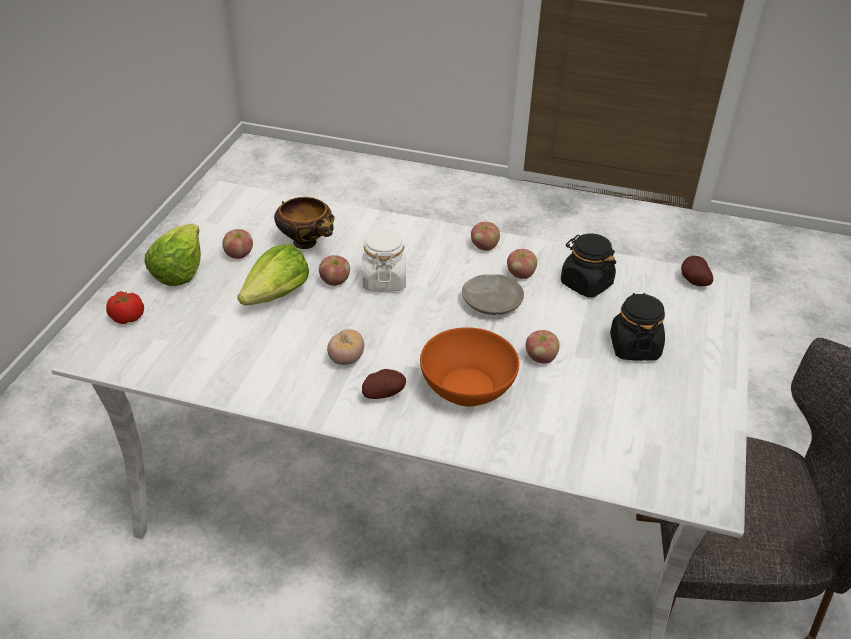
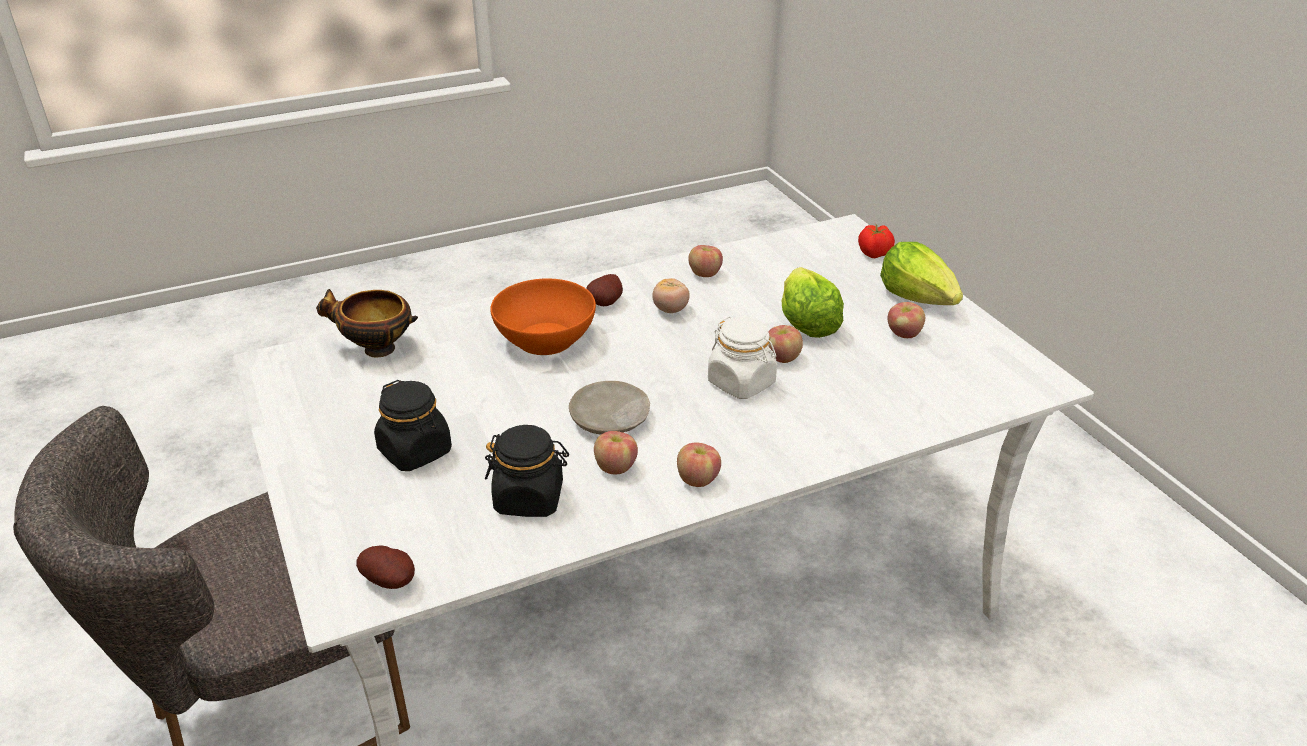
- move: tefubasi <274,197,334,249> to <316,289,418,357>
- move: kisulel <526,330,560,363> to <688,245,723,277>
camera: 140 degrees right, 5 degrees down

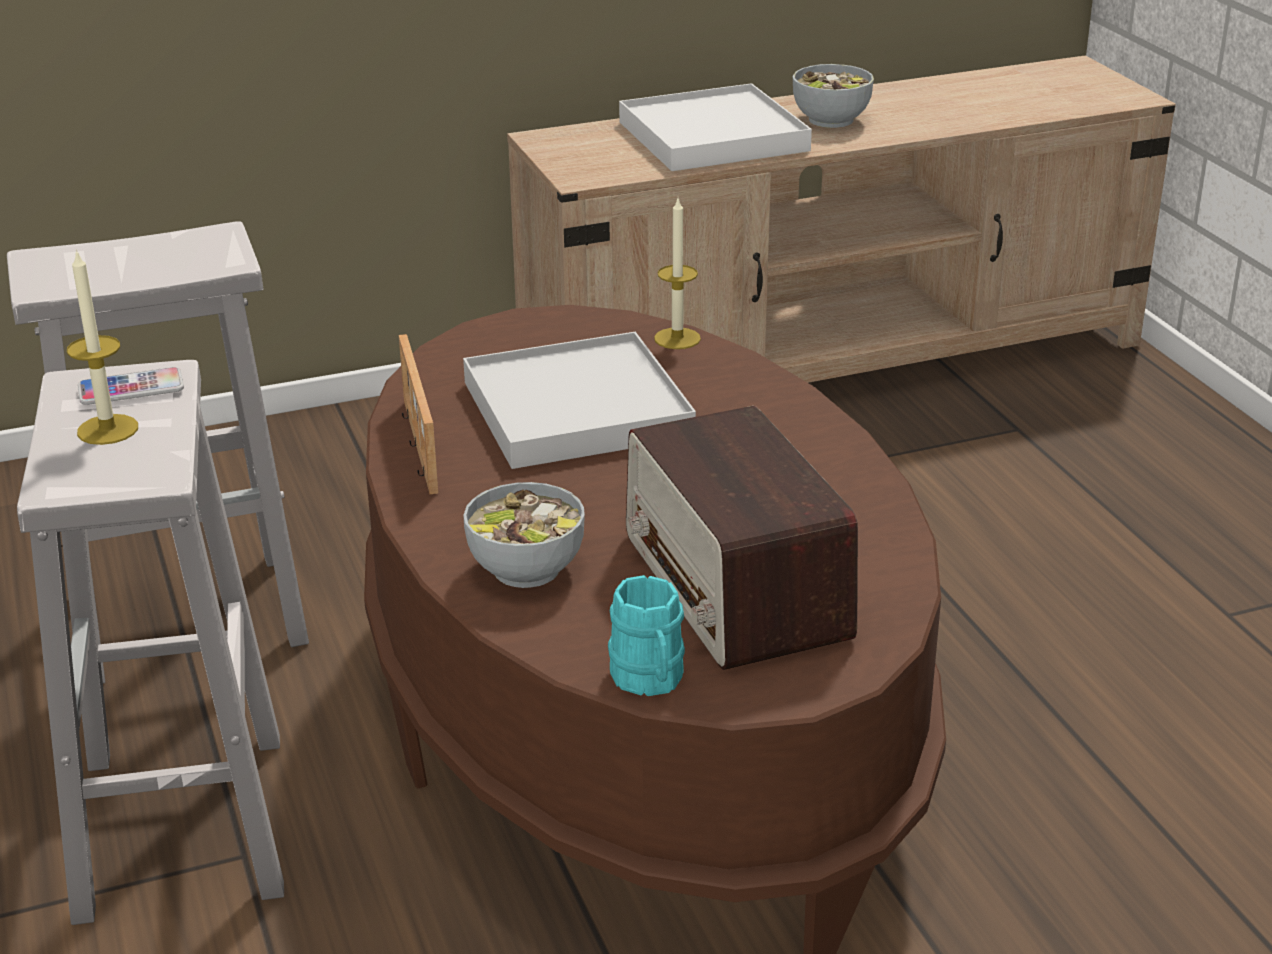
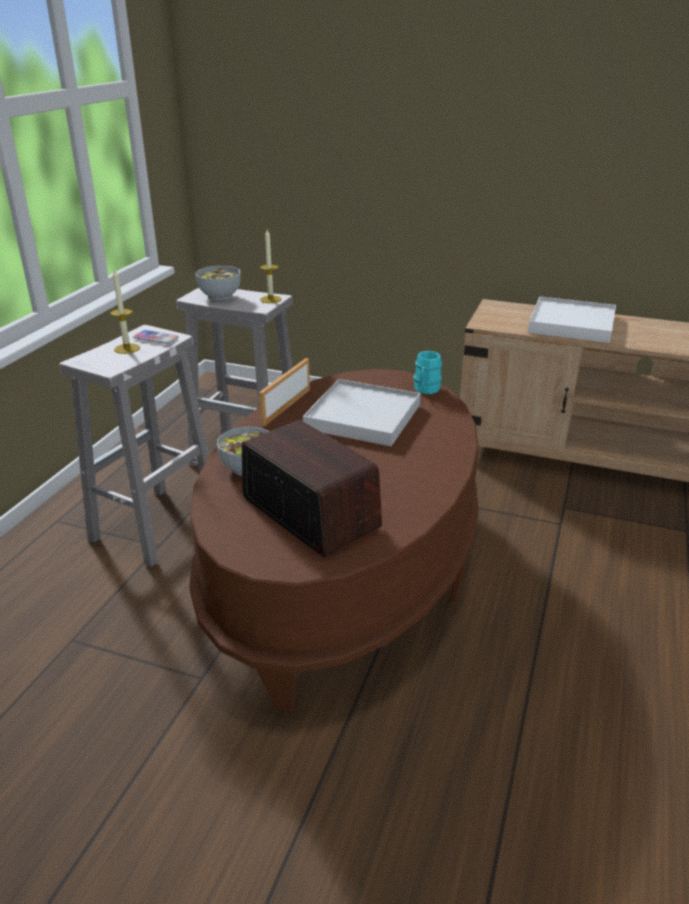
- move: tefubasi <793,64,874,128> to <196,266,241,300>
- move: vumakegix <654,199,701,349> to <260,230,282,303>
- rotate: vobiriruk <626,406,858,670> = <242,420,382,557> 120 degrees clockwise
- move: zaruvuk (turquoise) <608,575,685,696> to <413,351,442,394>
camera: 40 degrees right, 0 degrees up

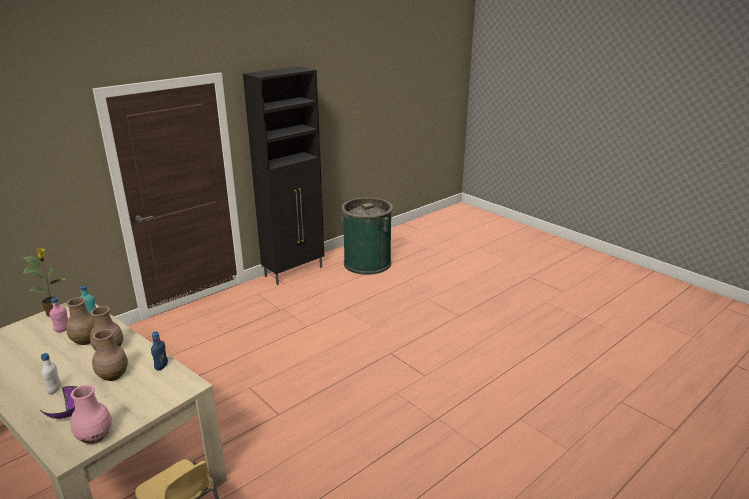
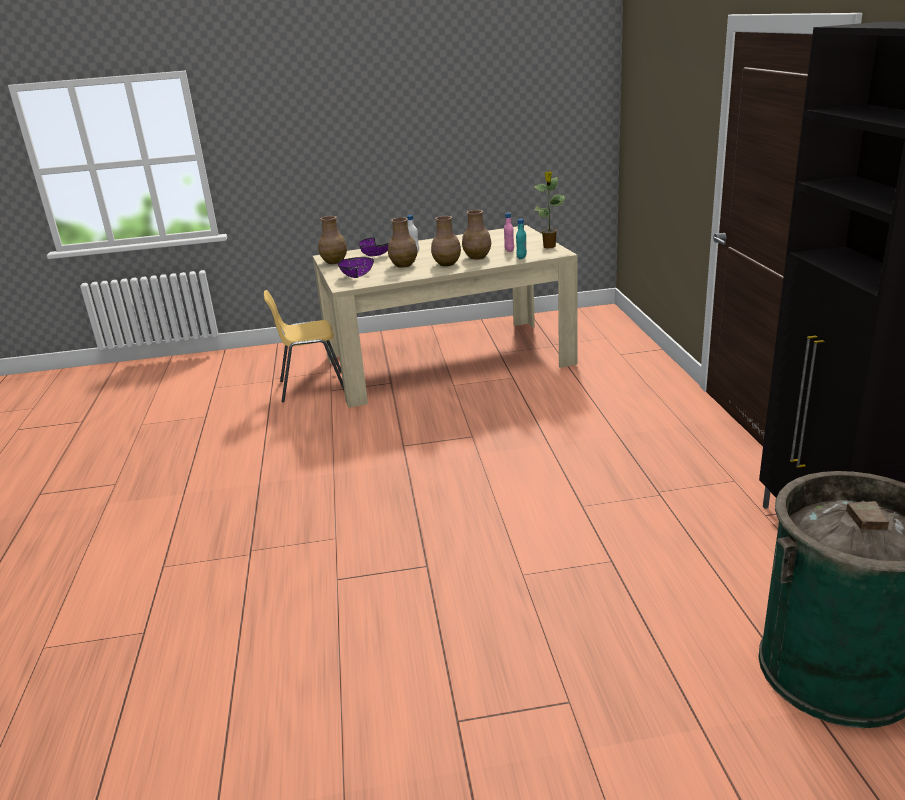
- delete: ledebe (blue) <151,331,168,371>
- recolor: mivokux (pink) <70,385,112,444> to mivokux (brown) <318,216,347,264>
- insert: tefubasi (purple) <338,257,374,278>
camera: 125 degrees right, 0 degrees up

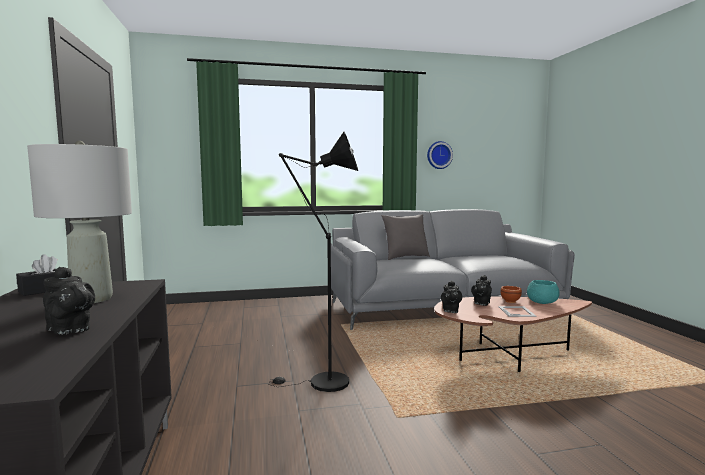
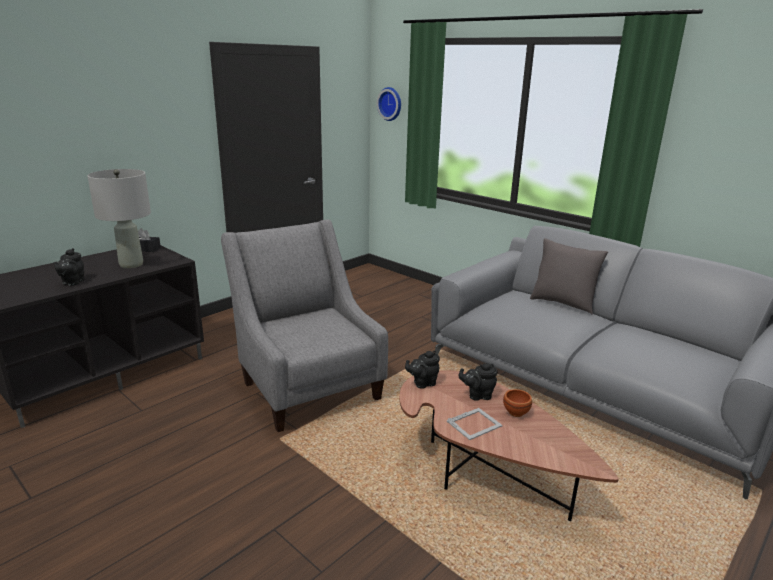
- replace: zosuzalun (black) <268,132,358,392> to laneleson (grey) <221,219,388,432>
- move: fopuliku <427,141,453,169> to <377,87,401,121>
- delete: tefubasi (turquoise) <527,280,560,304>
camera: 55 degrees right, 15 degrees up

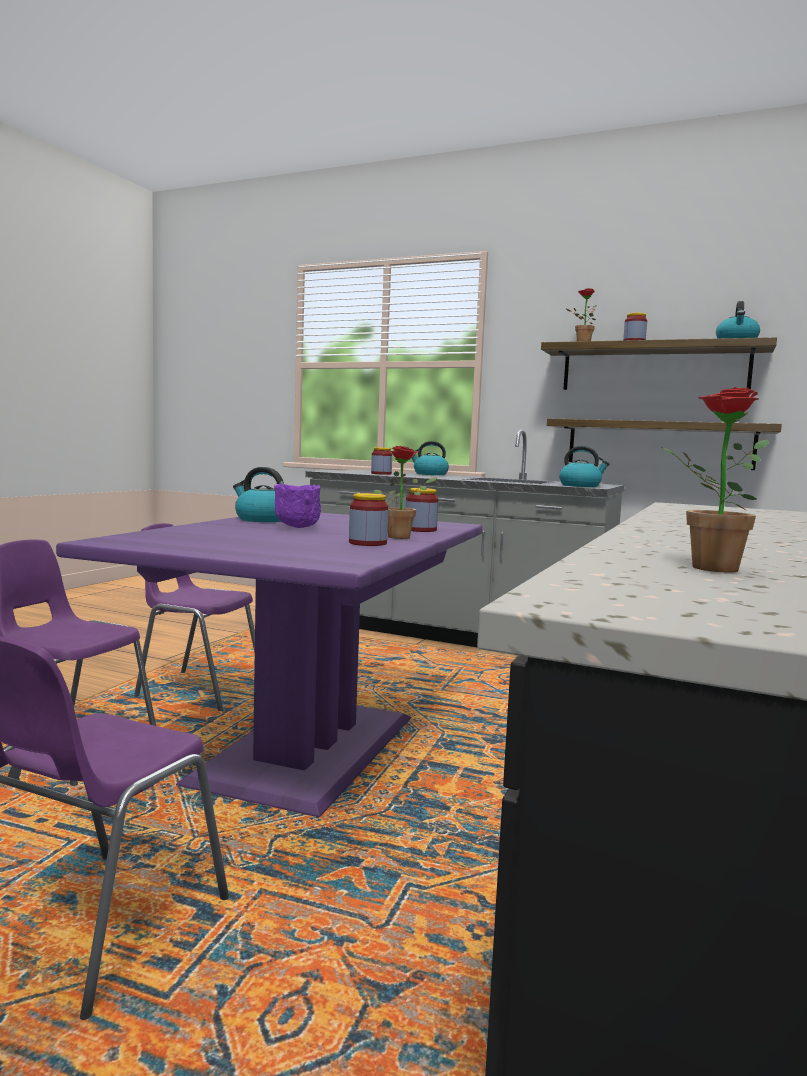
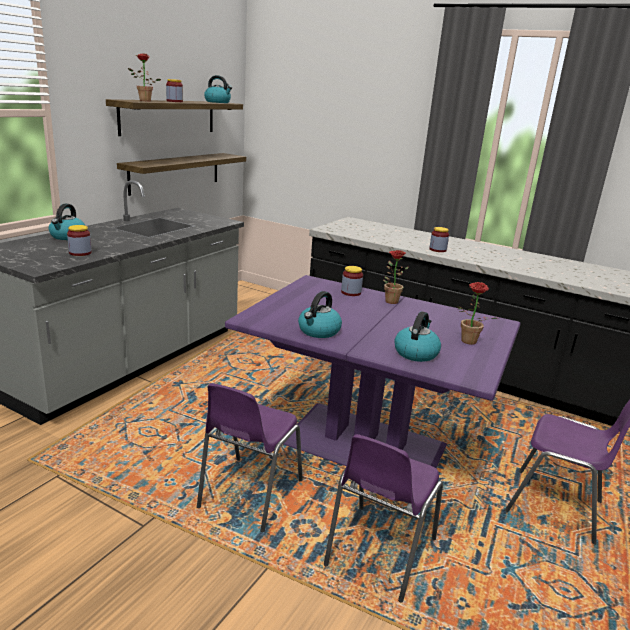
- move: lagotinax <661,387,769,573> to <457,282,497,345>
- move: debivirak <559,446,610,487> to <394,311,441,362>
- delete: tefubasi (purple) <274,484,321,528>
- move: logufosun <349,493,388,546> to <429,227,449,252>
camera: 85 degrees left, 15 degrees up

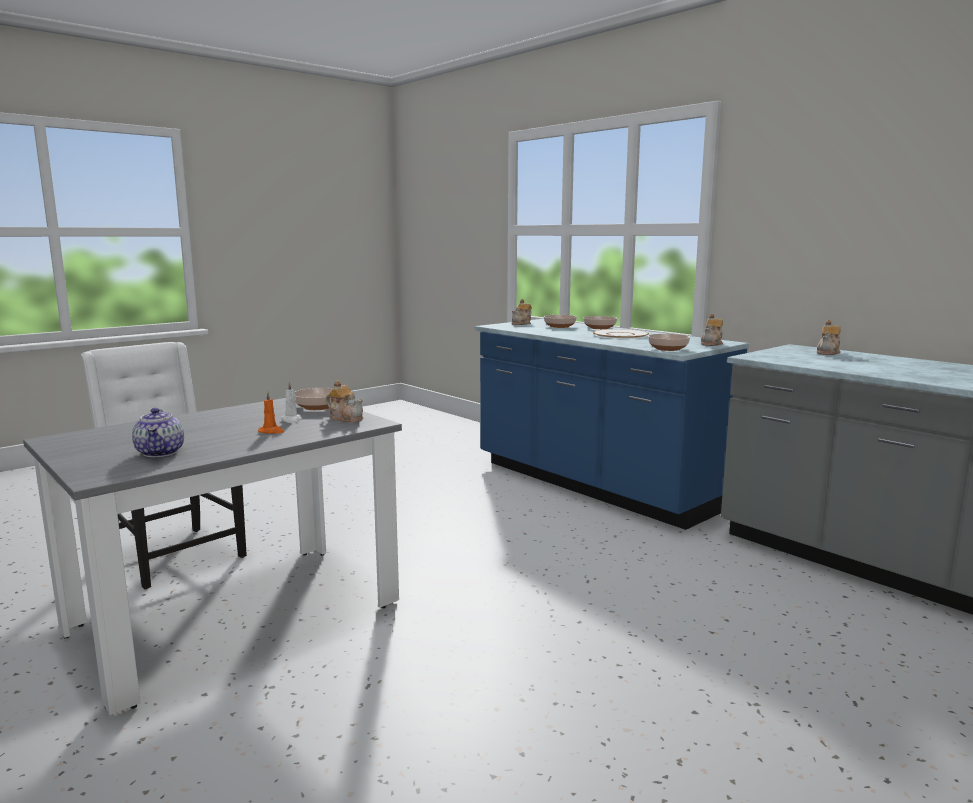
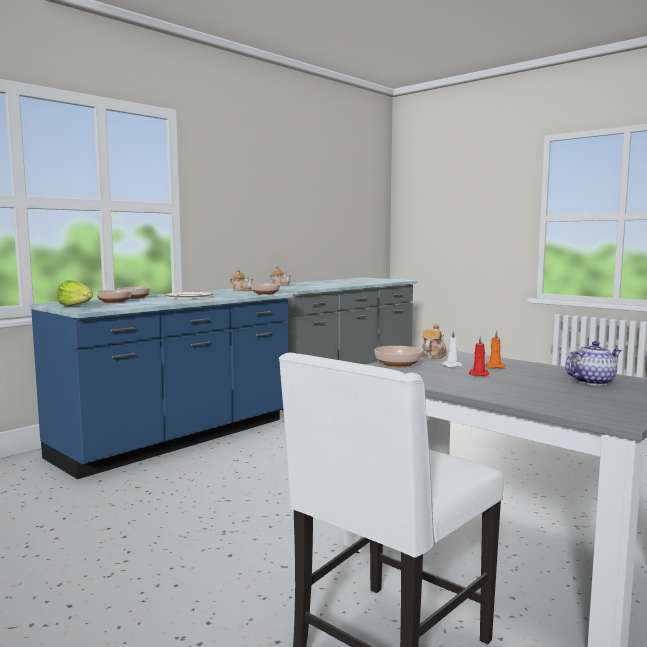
- replace: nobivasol <512,299,532,325> to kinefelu <57,280,93,306>
- insert: vumakegix (red) <469,336,489,376>
camera: 95 degrees left, 5 degrees down

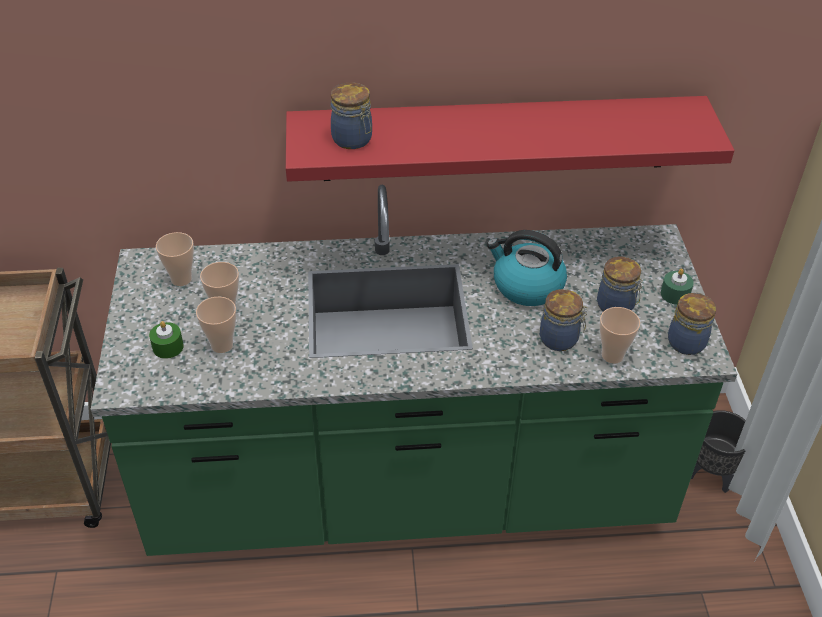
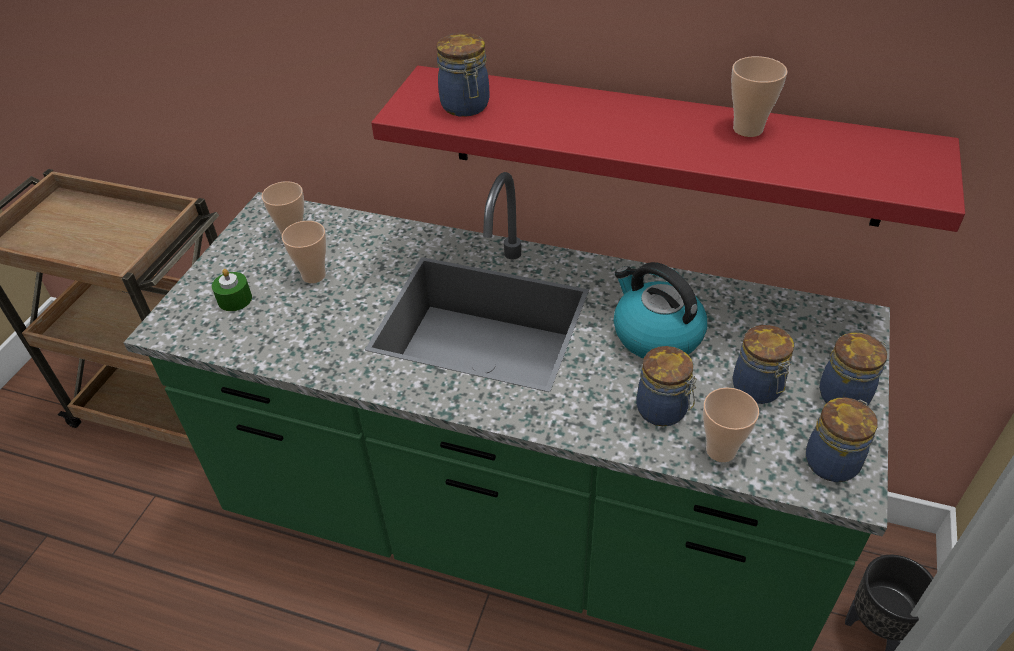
- replace: vumakegix (green) <661,269,694,305> to logufosun <819,333,887,406>
- move: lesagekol <196,297,236,353> to <731,56,788,137>
camera: 25 degrees right, 0 degrees up

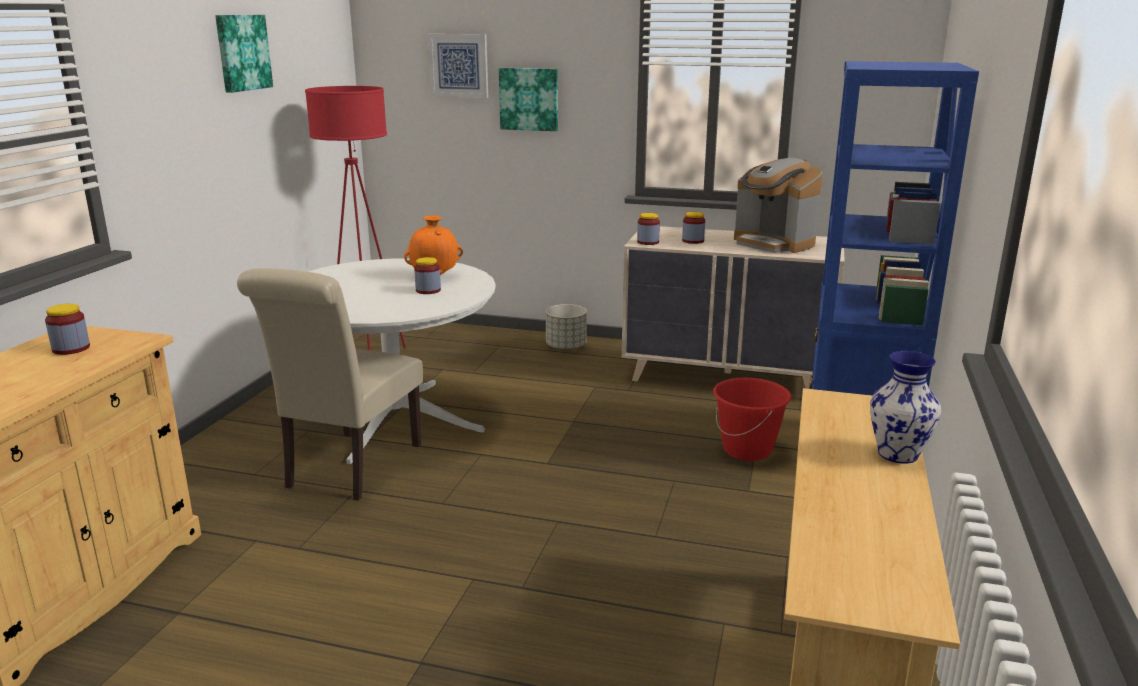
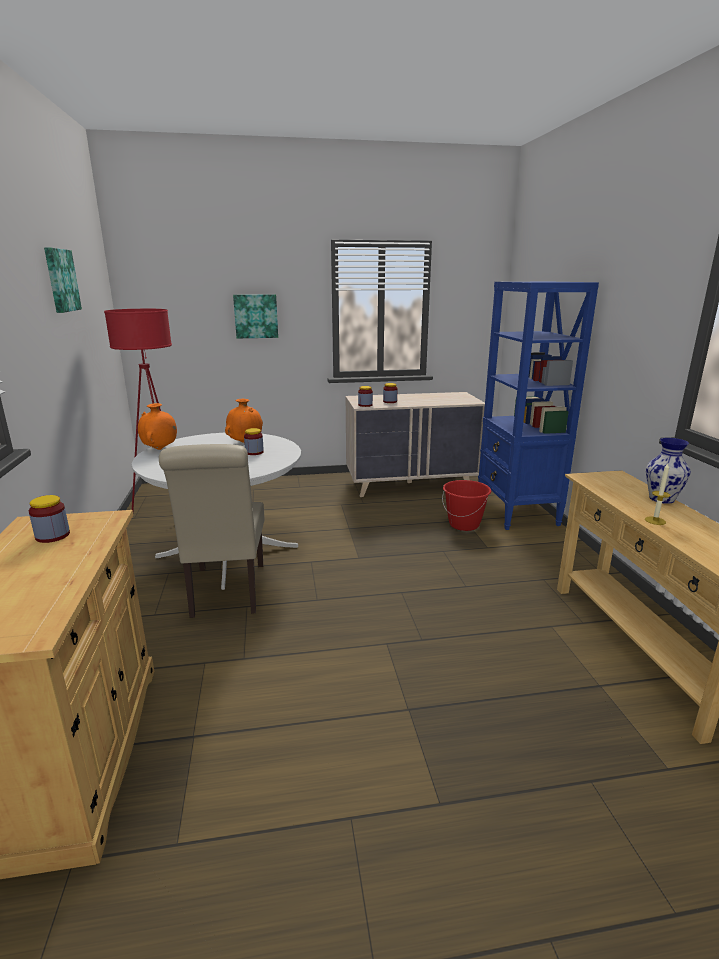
- delete: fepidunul <428,34,488,98>
- delete: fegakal <734,158,823,253>
- delete: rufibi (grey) <546,304,587,351>
- insert: mivokux (orange) <138,403,177,450>
- insert: vumakegix <645,463,670,525>
camera: 25 degrees left, 0 degrees up

